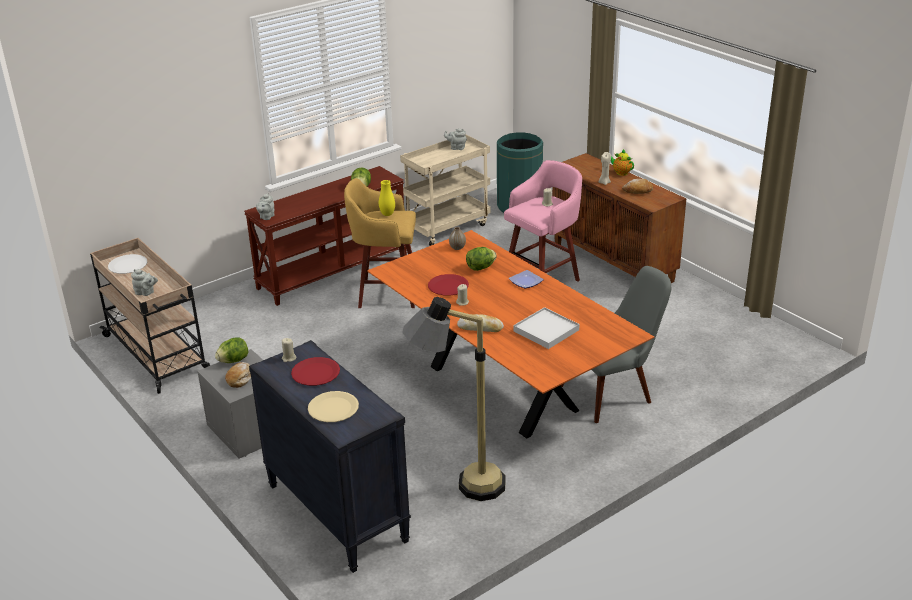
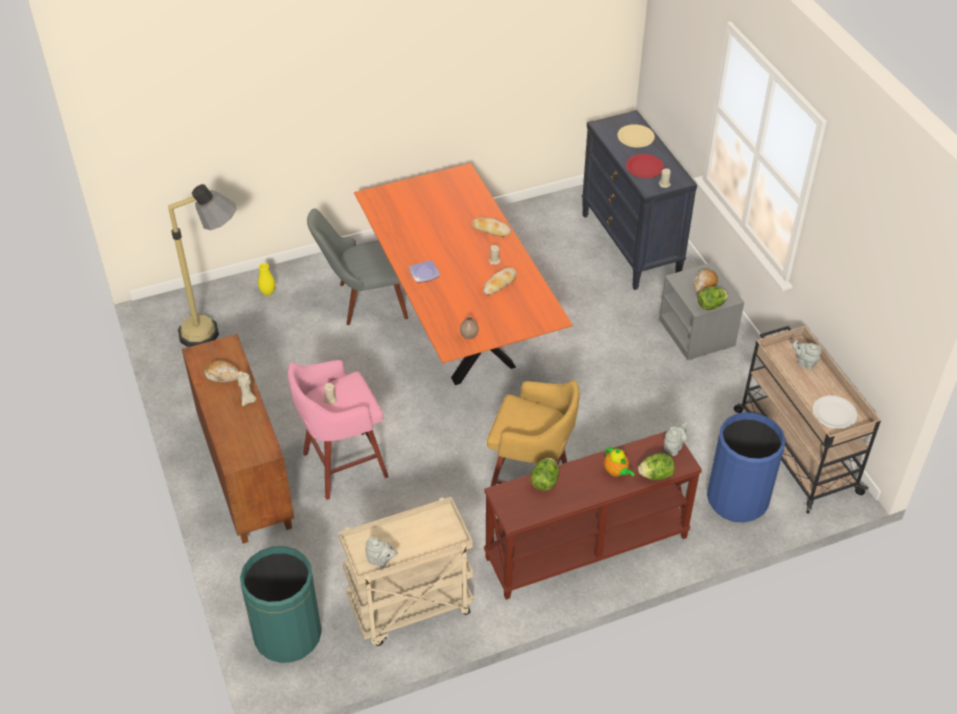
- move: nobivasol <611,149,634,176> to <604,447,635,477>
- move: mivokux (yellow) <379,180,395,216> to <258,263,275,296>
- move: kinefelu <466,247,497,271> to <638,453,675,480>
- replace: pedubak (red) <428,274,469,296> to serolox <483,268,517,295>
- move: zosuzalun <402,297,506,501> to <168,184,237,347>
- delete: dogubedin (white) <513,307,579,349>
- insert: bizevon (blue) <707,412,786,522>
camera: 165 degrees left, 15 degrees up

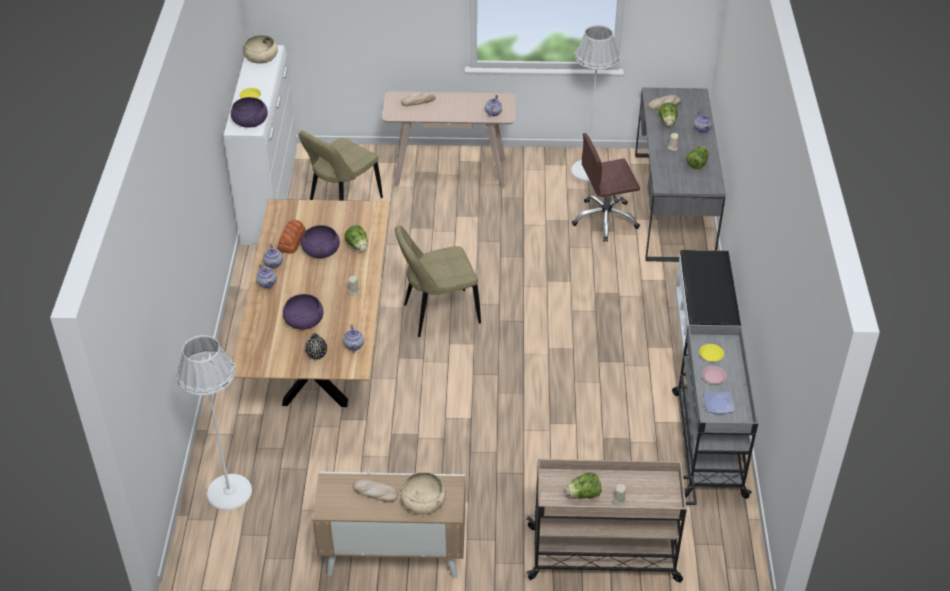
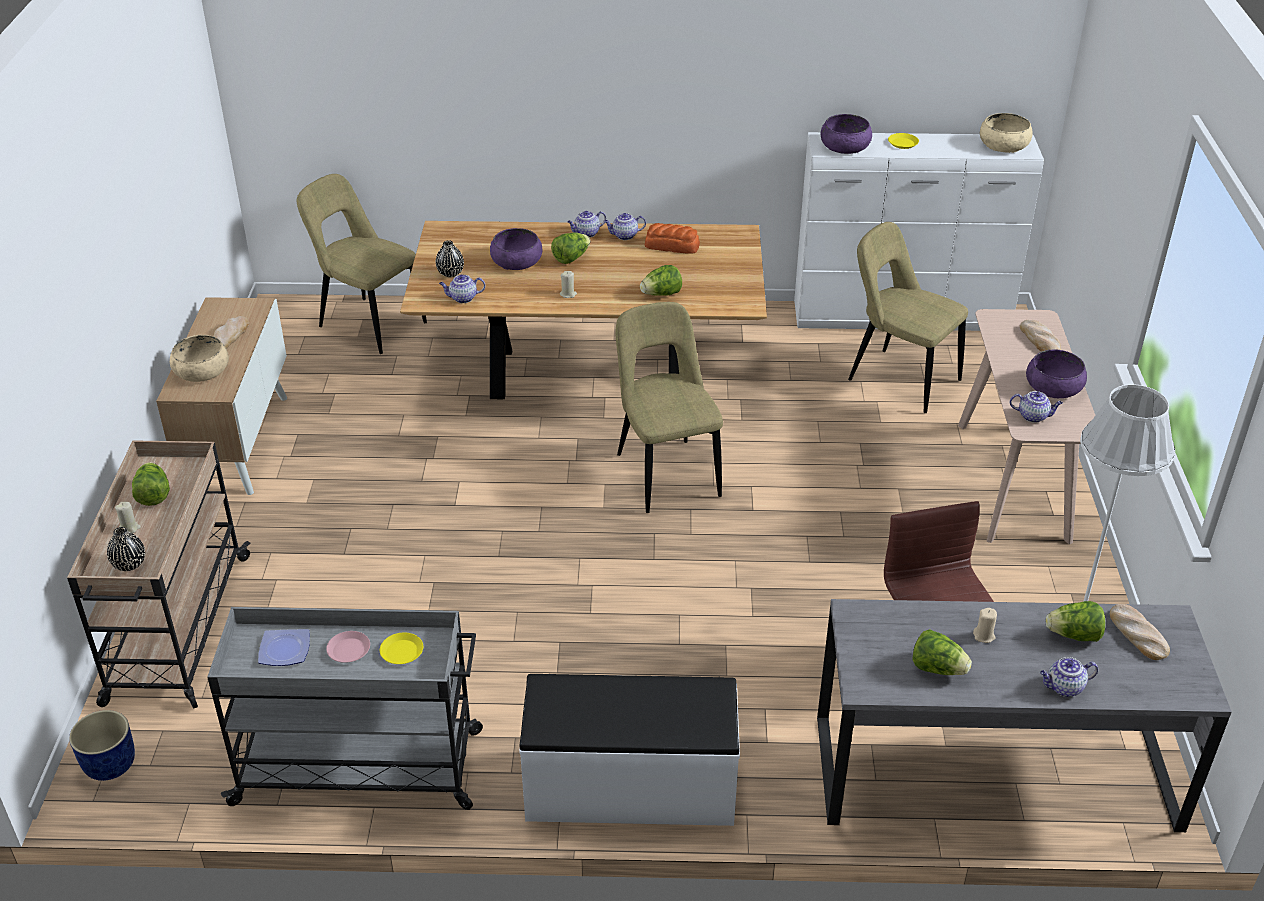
- move: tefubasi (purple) <301,225,340,259> to <1026,349,1087,398>
- replace: zosuzalun (white) <176,335,252,510> to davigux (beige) <296,174,427,354>
- insert: kinefelu <551,233,590,264>
- insert: mivokux (black) <107,527,145,571>
- insert: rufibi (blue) <69,710,135,781>
camera: 90 degrees right, 5 degrees down

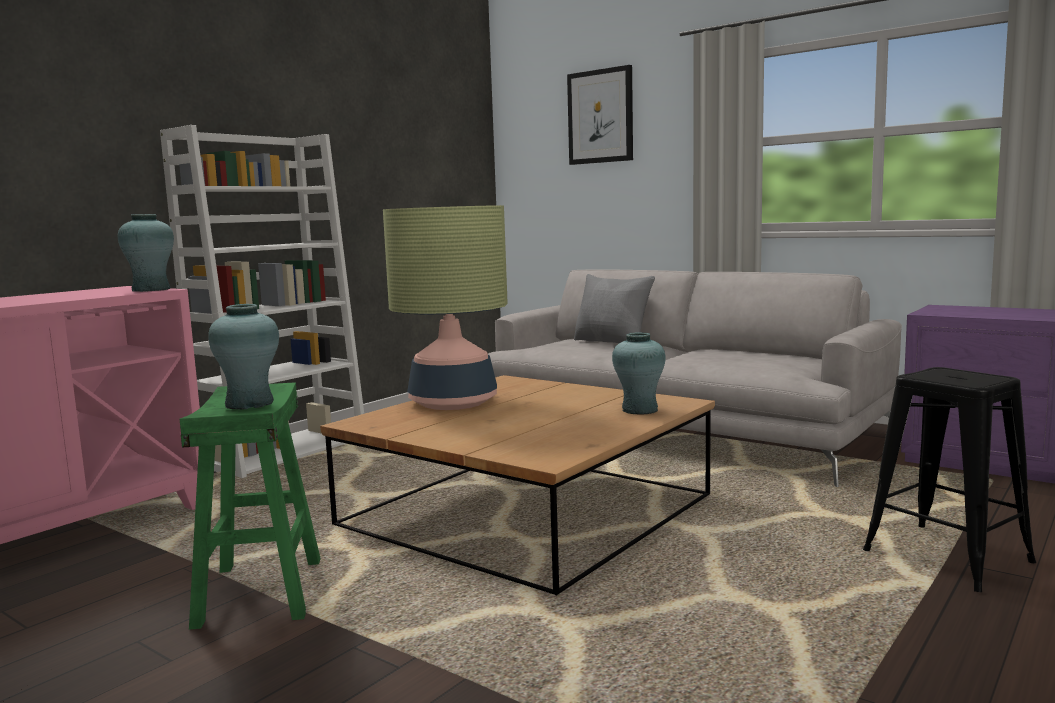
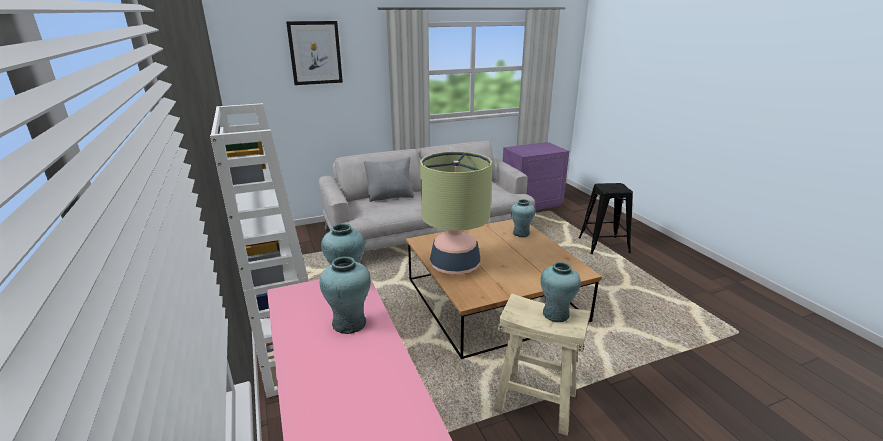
- recolor: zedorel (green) <180,382,321,630> to zedorel (beige) <493,293,590,436>
- insert: mivokux (turquoise) <320,257,371,334>
camera: 60 degrees left, 15 degrees up

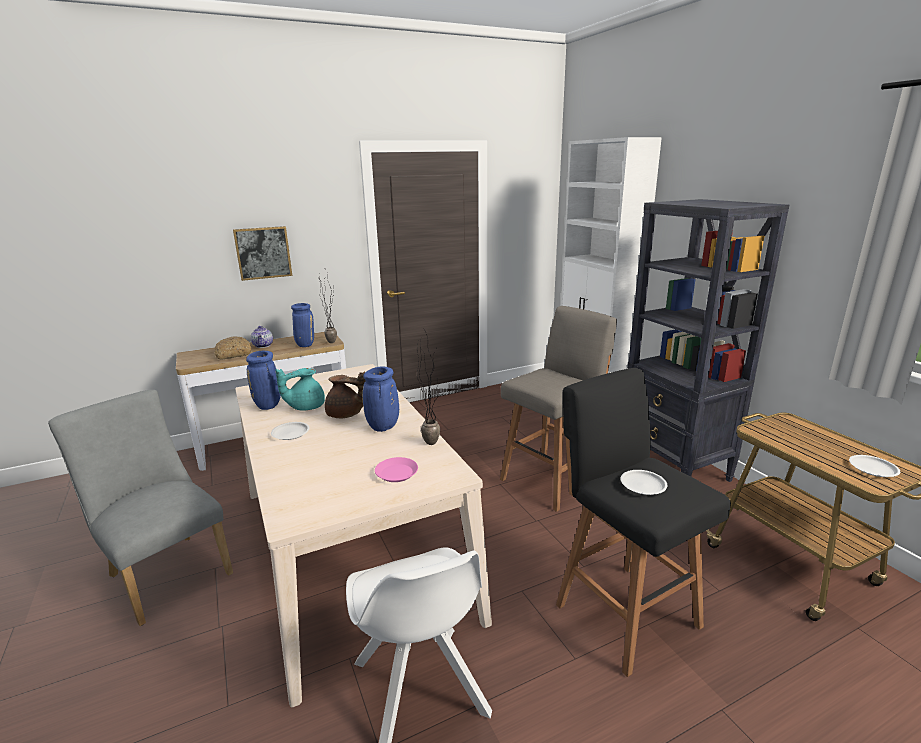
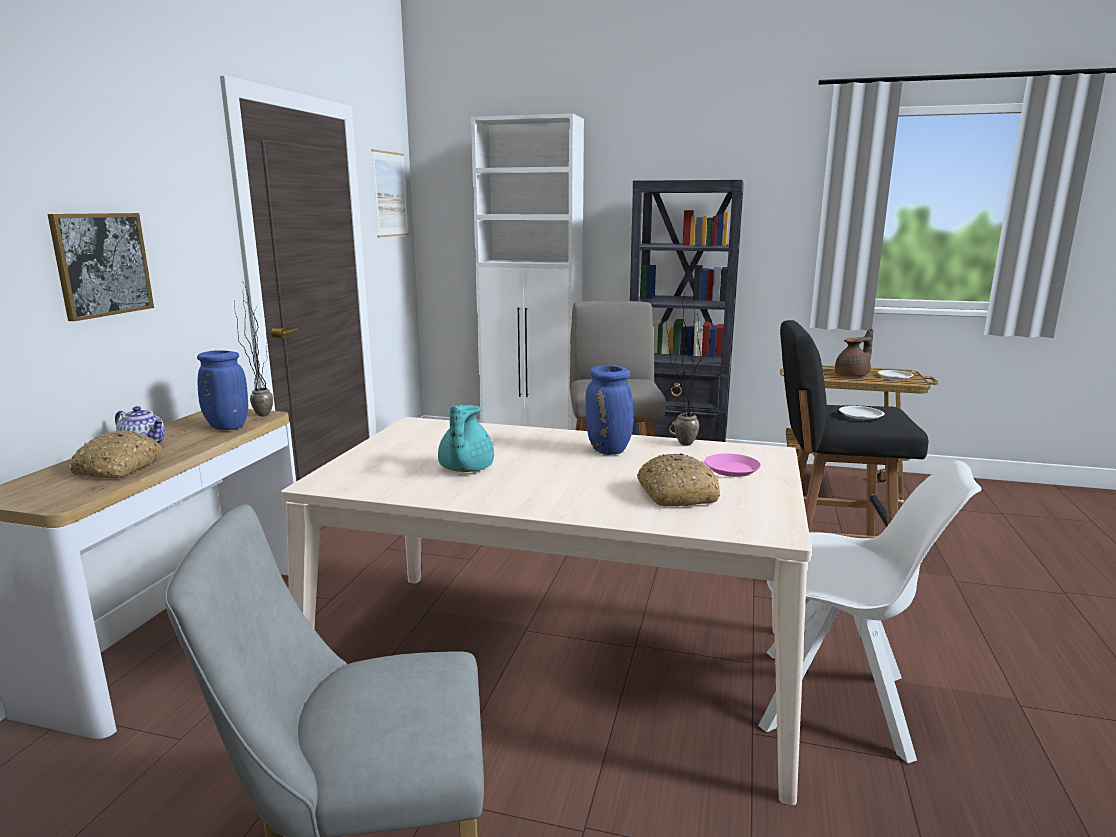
- delete: mivokux (blue) <246,351,281,410>
- move: nobivasol (brown) <325,372,366,418> to <835,329,874,377>
- delete: pedubak (white) <271,422,310,440>
- insert: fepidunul <372,149,409,237>
- insert: serolox <637,453,720,506>
camera: 50 degrees left, 5 degrees down

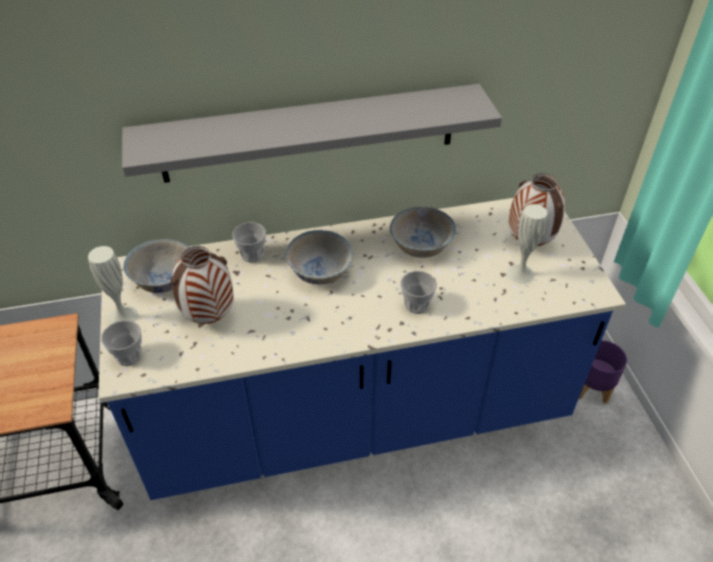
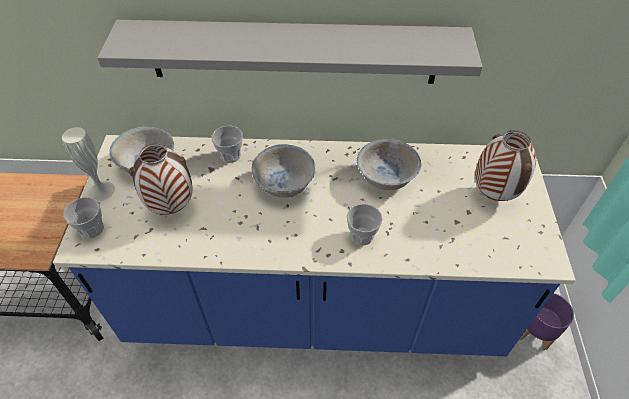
- delete: mivokux (white) <507,204,547,284>
camera: 15 degrees right, 5 degrees up

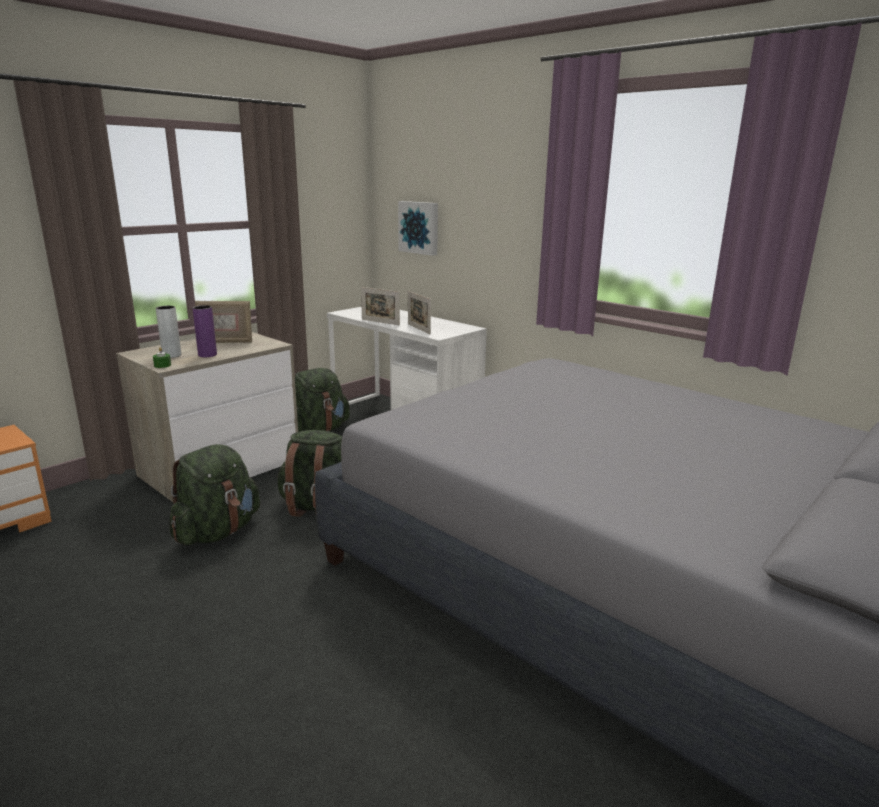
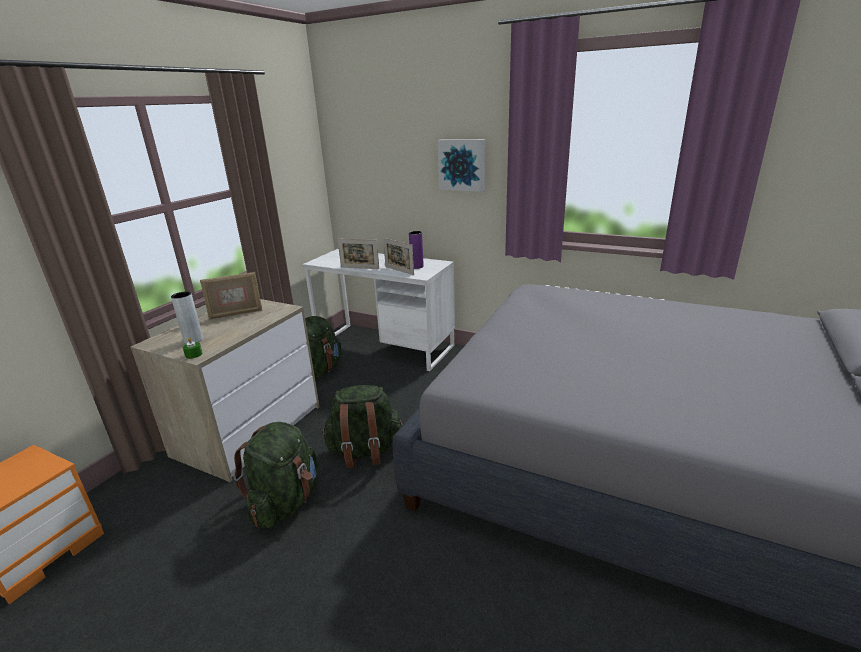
- move: fepidunul <398,201,438,256> to <438,139,485,192>
- move: mivokux (purple) <193,305,217,357> to <409,231,424,269>
camera: 15 degrees left, 5 degrees up

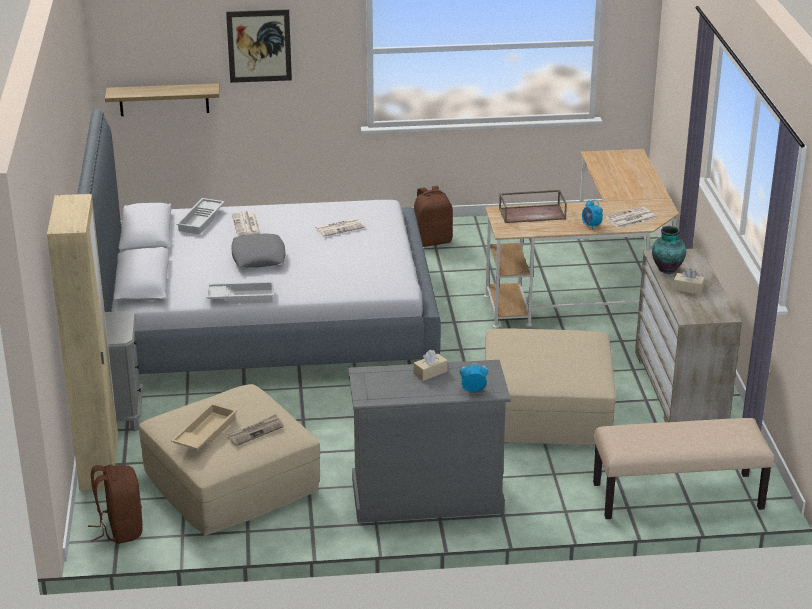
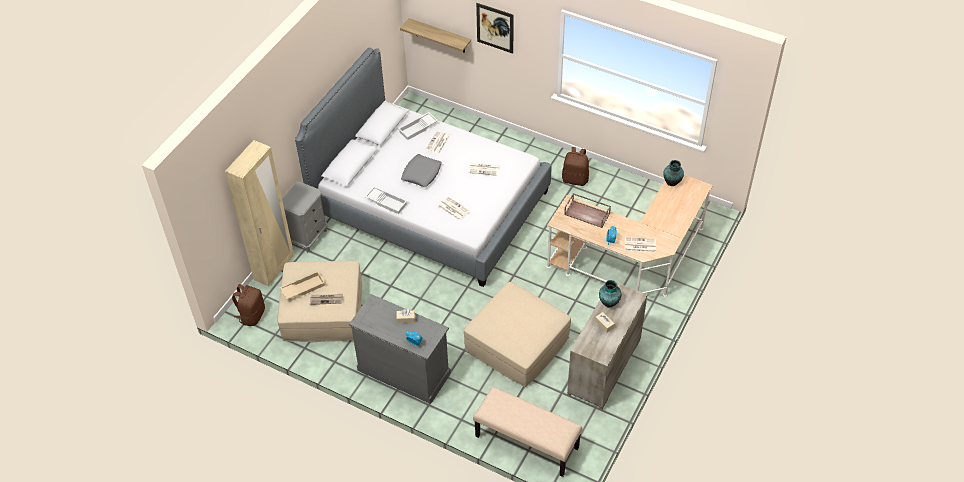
- insert: mivokux <663,160,684,186>
- insert: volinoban <438,197,470,220>
camera: 35 degrees right, 20 degrees up

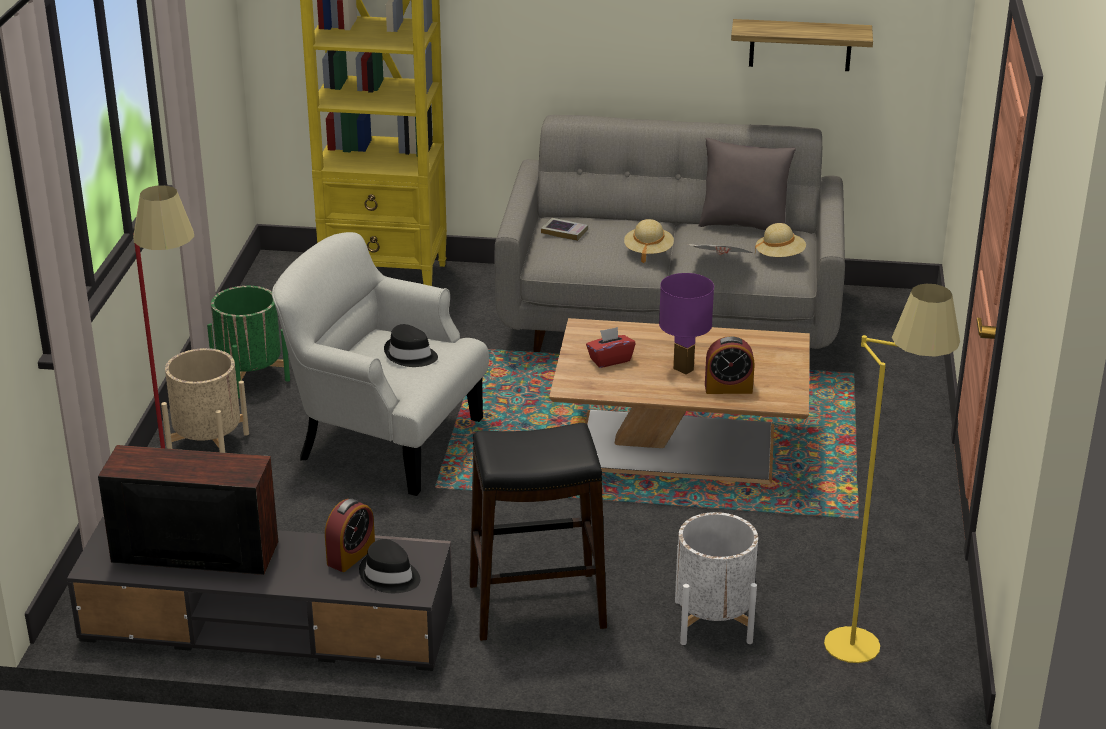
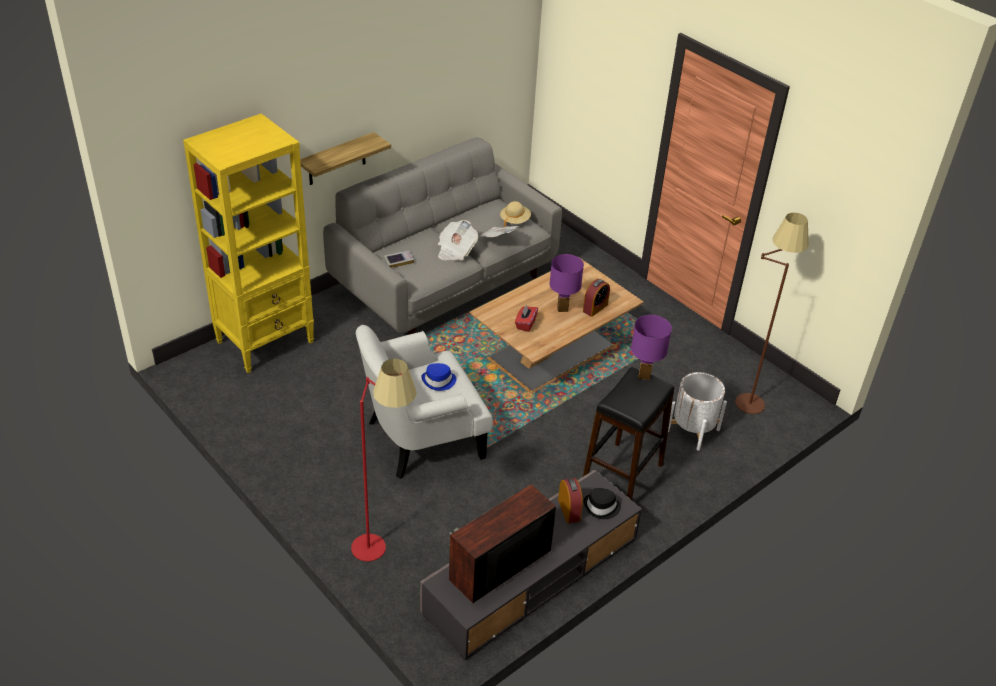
- move: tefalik <731,19,873,71> to <300,132,391,185>
- delete: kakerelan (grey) <699,138,796,230>
- replace: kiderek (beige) <624,219,674,263> to volinoban <438,220,478,261>
- recolor: zosuzalun (yellow) <824,284,960,663> to zosuzalun (brown) <735,213,809,414>
- delete: rufibi (green) <207,286,290,398>
- recolor: kiderek (black) <384,324,438,367> to kiderek (blue) <421,363,457,391>
- delete: rufibi (beige) <161,348,249,453>
- insert: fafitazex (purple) <631,315,672,380>
camera: 50 degrees left, 10 degrees up

